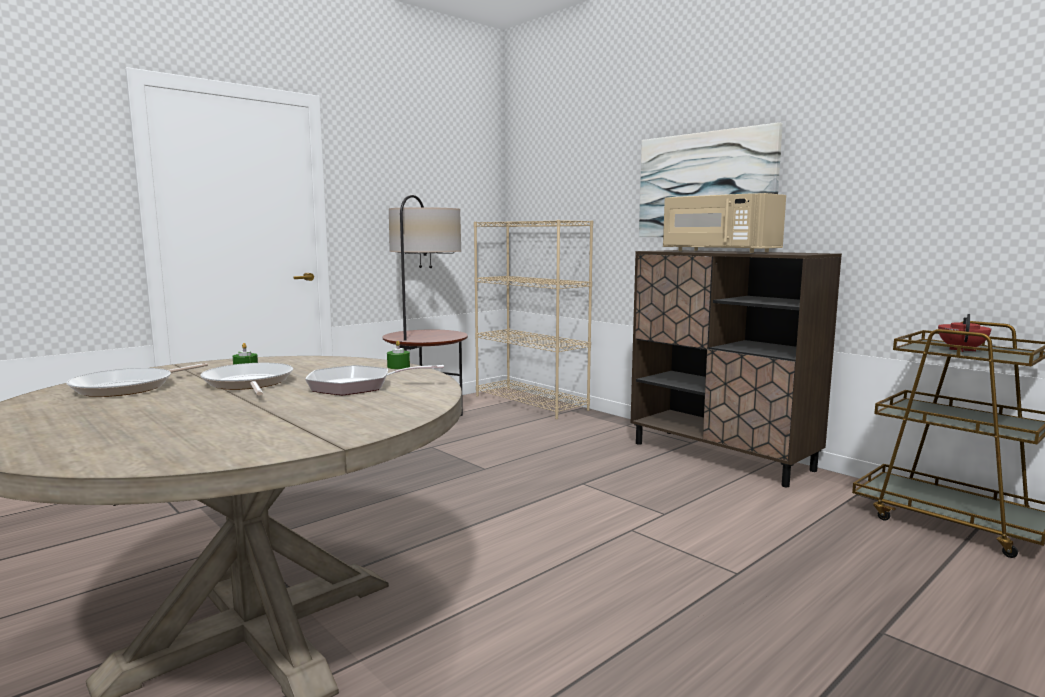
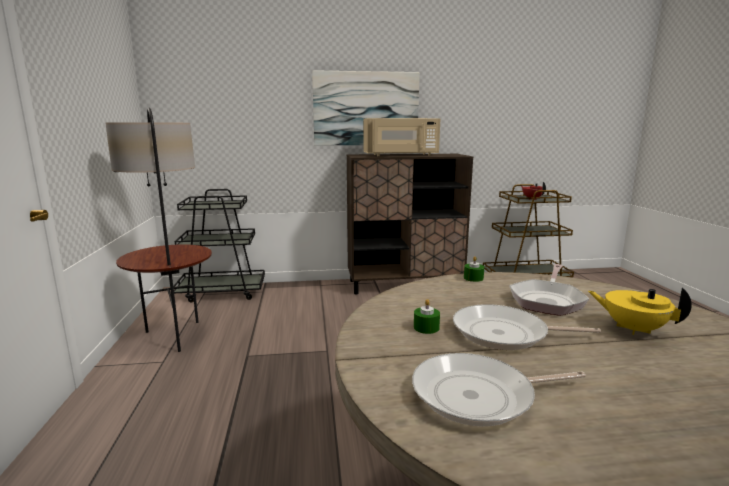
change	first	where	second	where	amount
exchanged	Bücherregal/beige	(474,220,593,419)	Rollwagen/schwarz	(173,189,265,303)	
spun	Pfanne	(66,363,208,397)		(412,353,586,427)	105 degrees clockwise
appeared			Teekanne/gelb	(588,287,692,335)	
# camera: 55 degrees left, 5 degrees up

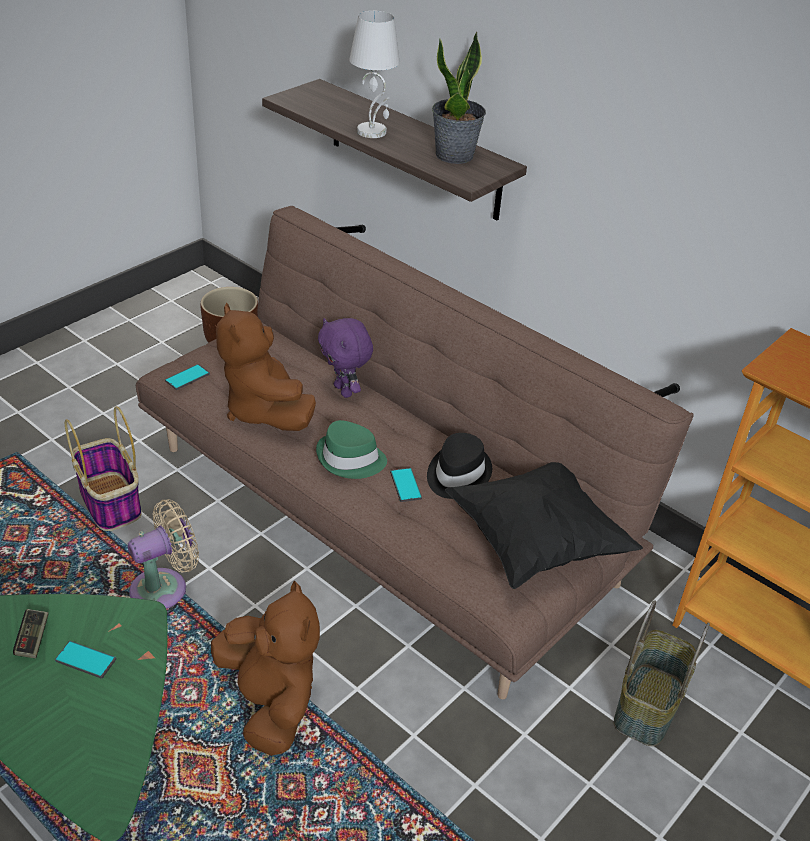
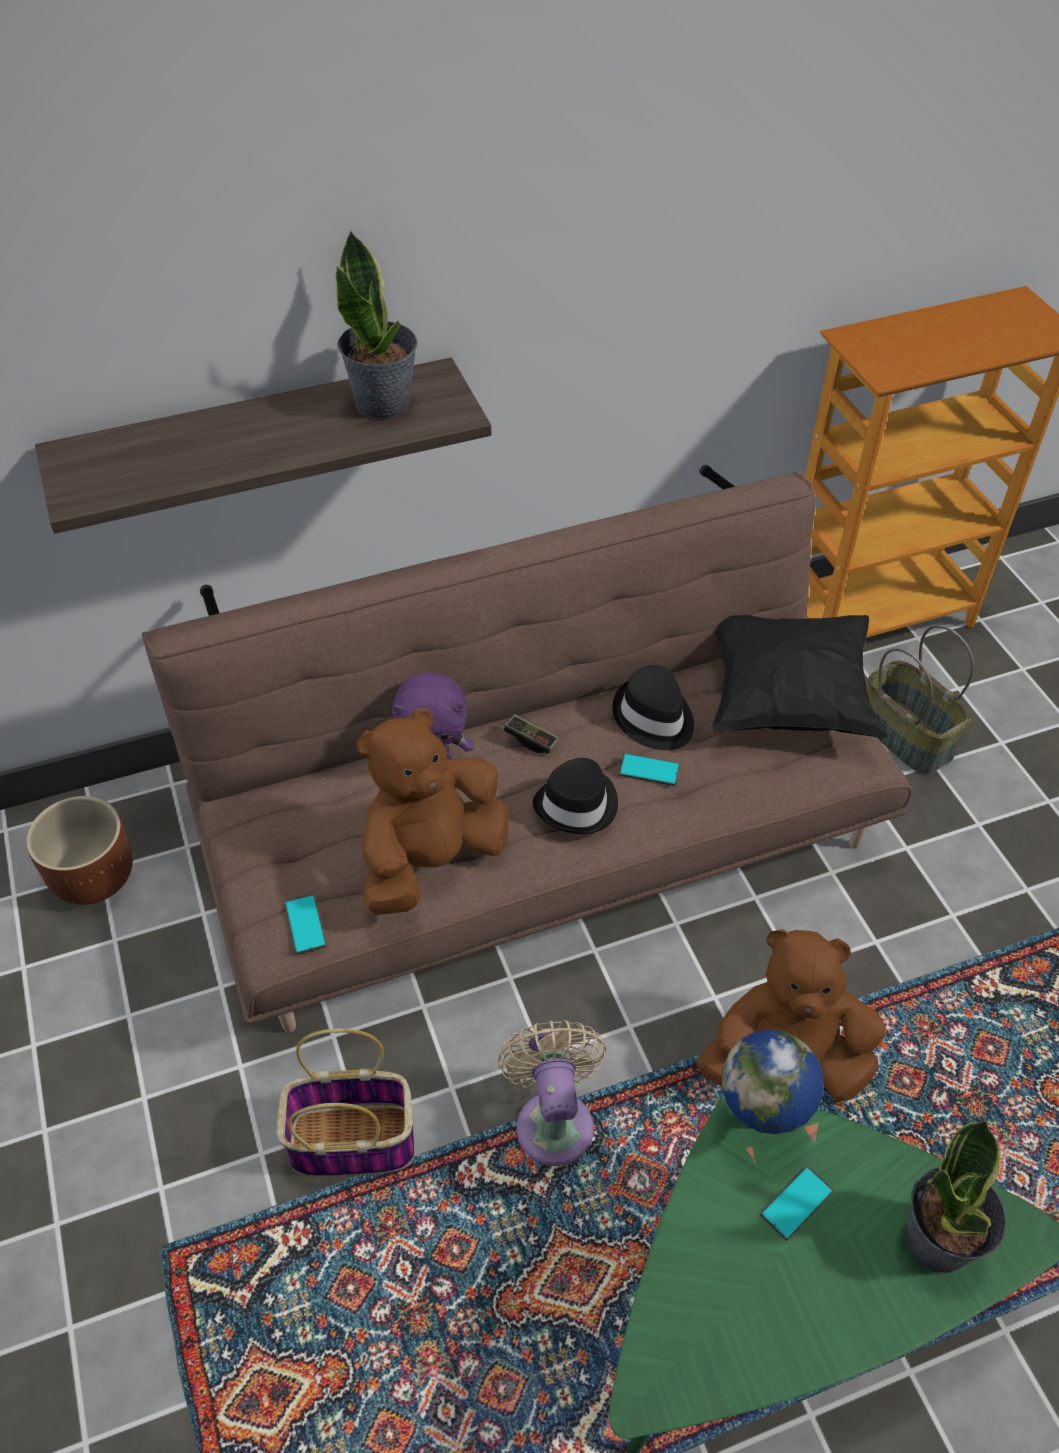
change	first	where	second	where	amount
missing	Tischlampe/weiß	(349,11,400,138)			
spun	Plüschtier/braun	(216,303,316,431)		(357,708,508,915)	135 degrees clockwise
colour	Hut/grün	(316,420,387,479)	Hut/schwarz	(533,758,618,834)	
relocated	Gamepad	(13,609,48,658)		(504,714,559,754)	
appeared			Globus	(722,1030,824,1134)	
appeared			Topfpflanze	(905,1120,1007,1273)	
# camera: 60 degrees left, 10 degrees up

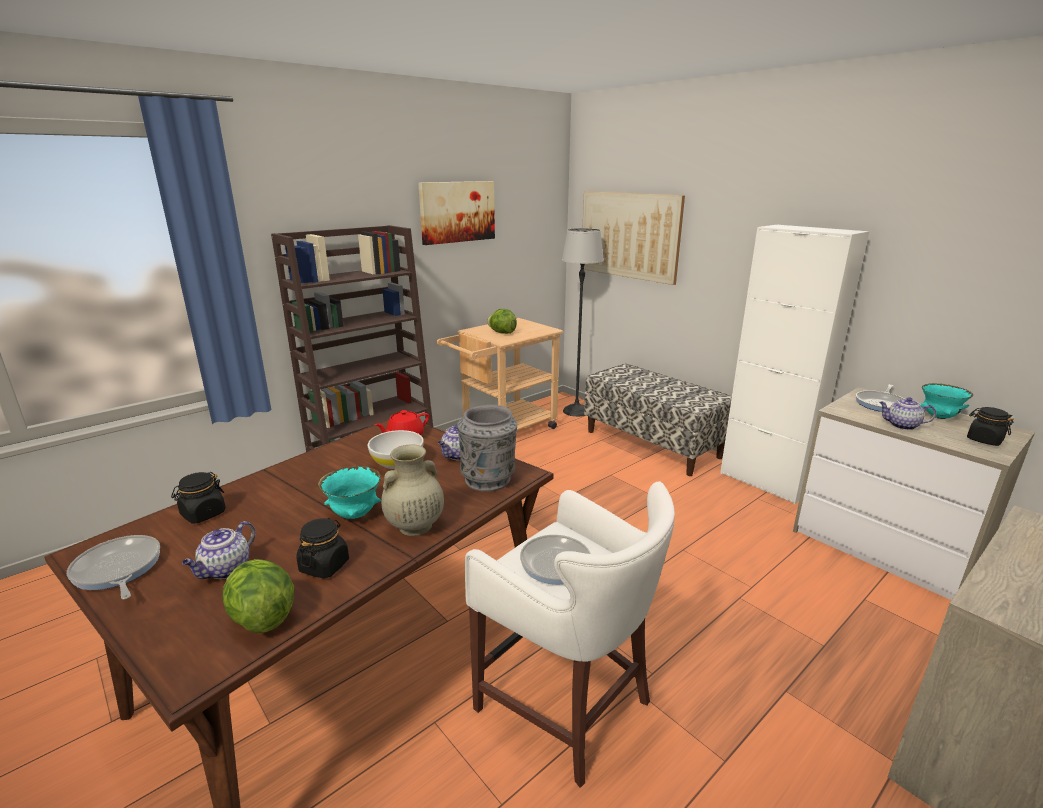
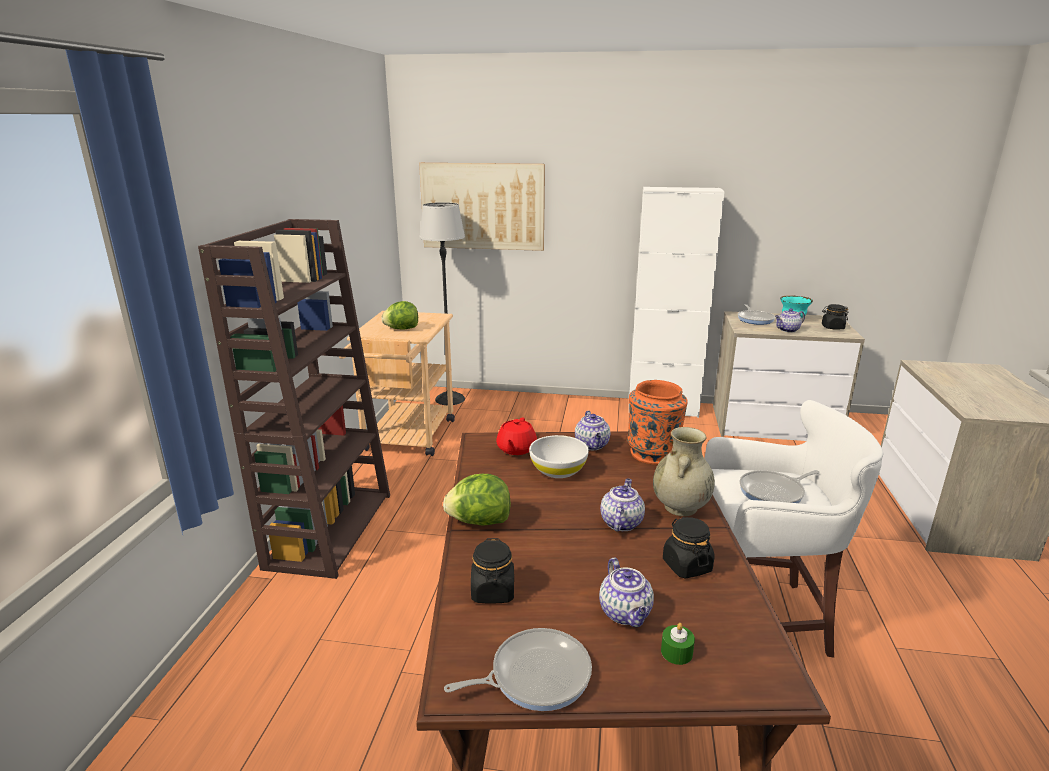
change	first	where	second	where	amount
missing	Bild	(418,181,495,245)			
missing	Bank	(584,364,732,476)			
colour	Vase/grau	(457,405,517,492)	Vase/orange	(627,380,688,465)	
exchanged	Schüssel/türkis	(318,466,381,519)	Teekanne	(600,478,645,531)	
spun	Pfanne	(67,535,160,600)		(444,628,592,711)	150 degrees clockwise
relocated	Salatkopf	(223,559,294,633)		(443,474,511,526)	
appeared			Kerze/grün	(661,623,695,665)	
# camera: 40 degrees left, 0 degrees up

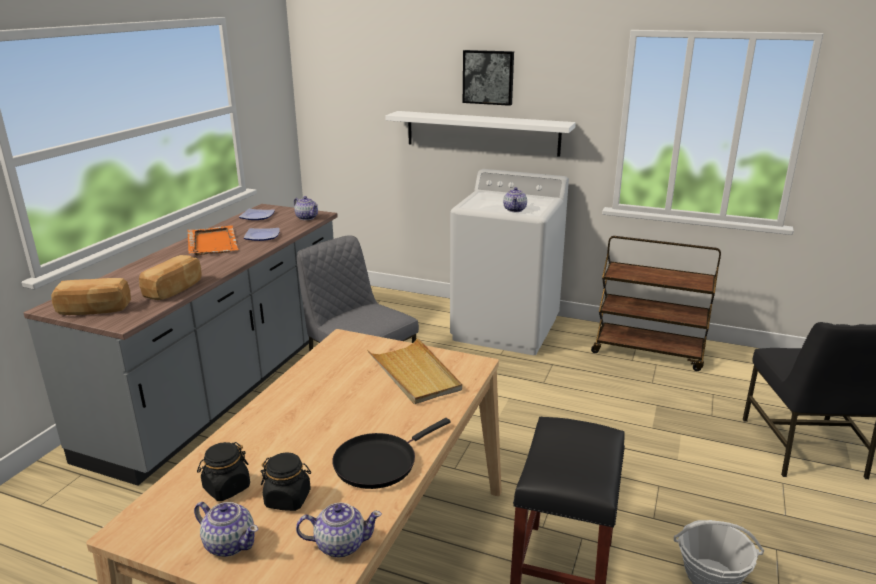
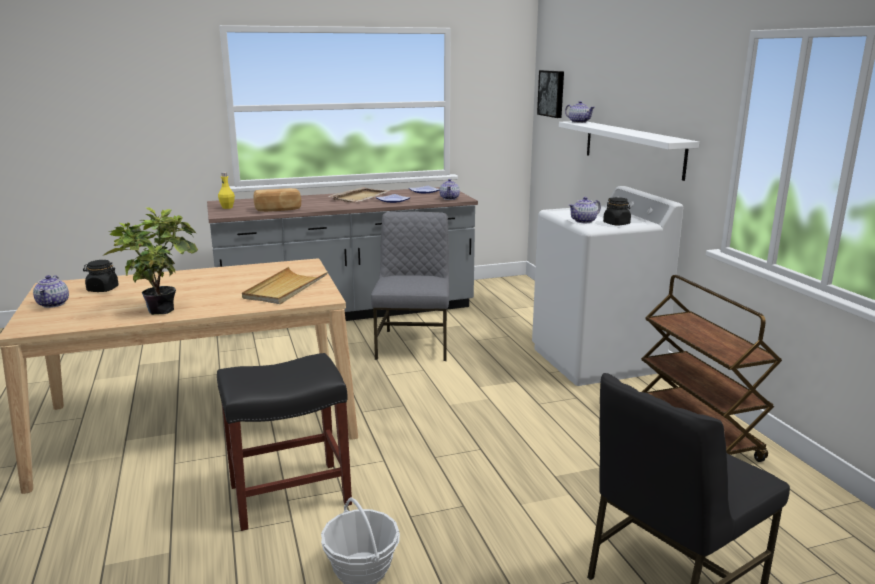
change	first	where	second	where	amount
relocated	Bild	(463,50,514,106)		(537,70,564,118)	
colour	Tablett/orange	(187,226,239,256)	Tablett/beige	(328,187,390,202)	
exchanged	Brot	(51,278,131,315)	Flasche/gelb	(218,172,235,209)	
exchanged	Pfanne/schwarz	(332,418,450,489)	Topfpflanze	(104,207,198,315)	
relocated	Vorratsglas/schwarz	(261,452,311,511)		(603,197,631,226)	
relocated	Teekanne	(296,503,382,558)		(565,101,595,123)	
# camera: 50 degrees right, 5 degrees down

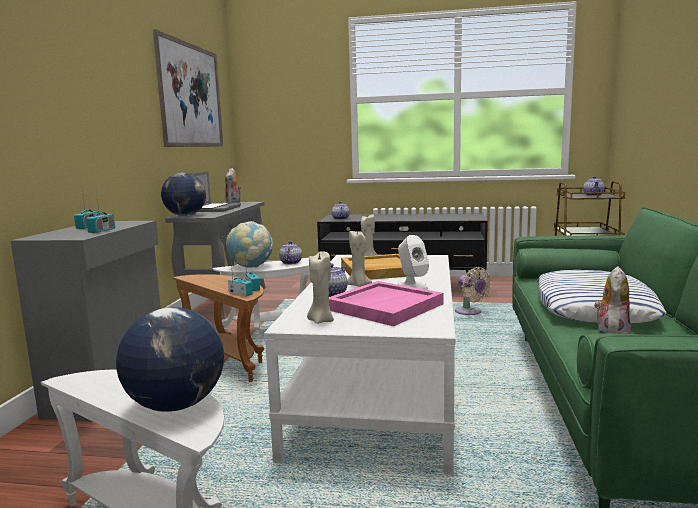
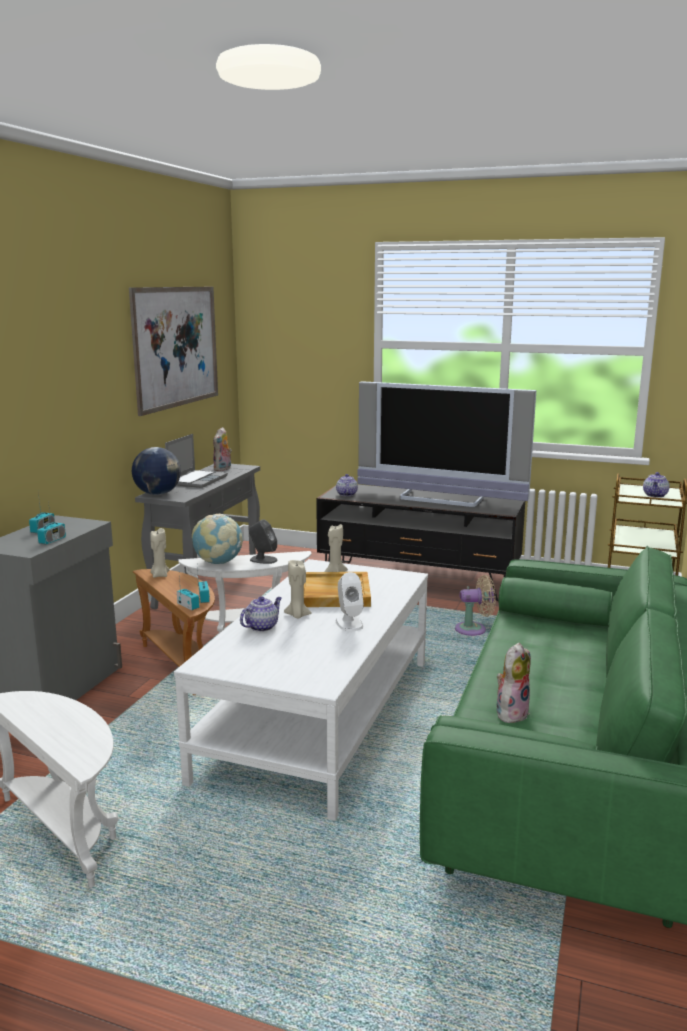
change	first	where	second	where	amount
exchanged	Teekanne	(279,241,302,265)	Lautsprecher/grau	(249,519,278,564)	
relocated	Kerze/beige	(307,251,334,324)		(150,528,170,578)	
spun	Ventilator/beige	(455,267,491,315)		(455,575,496,636)	75 degrees counterclockwise
missing	Kissen	(538,270,666,324)			
missing	Tablett/rosa	(329,281,444,326)			
missing	Globus	(116,307,224,412)			
appeared			Fernseher	(357,381,536,507)	
# camera: 10 degrees right, 5 degrees up

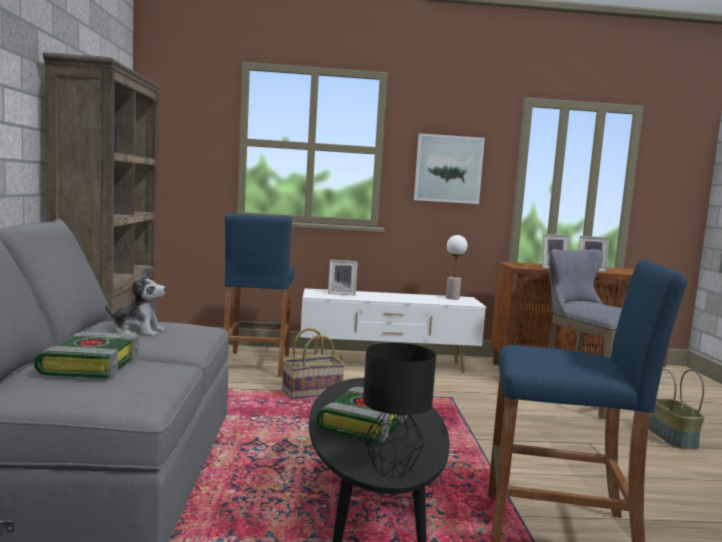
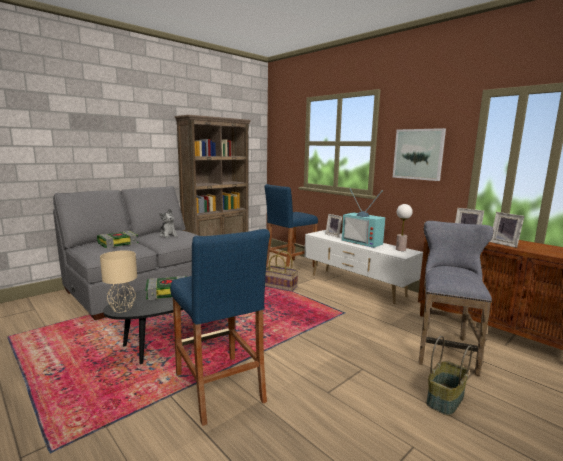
change	first	where	second	where	amount
colour	Tischlampe/schwarz	(363,343,436,478)	Tischlampe/beige	(100,250,137,312)	
appeared			Fernseher	(342,188,385,248)	
# camera: 50 degrees right, 5 degrees up

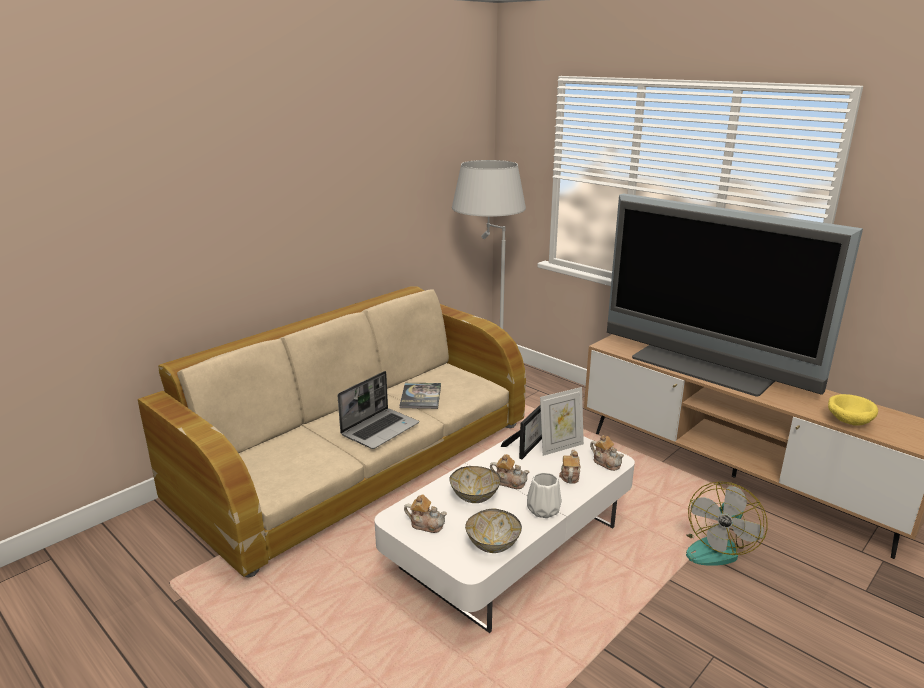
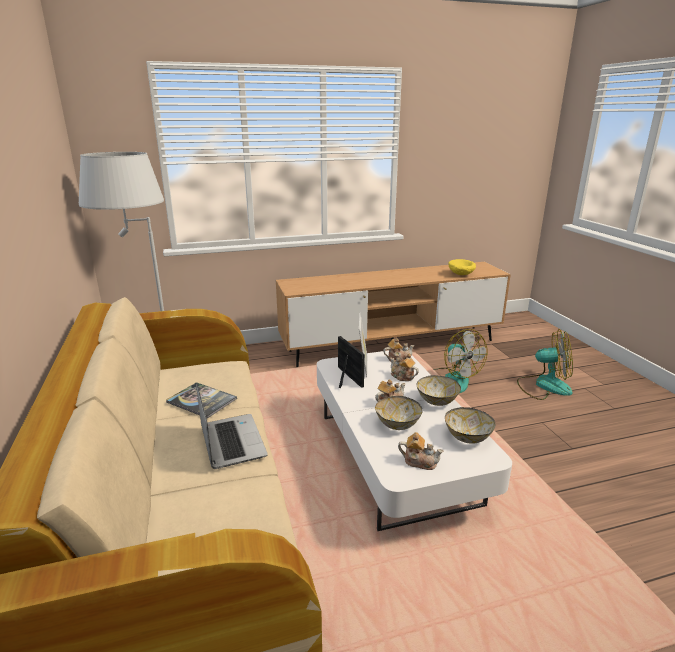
change	first	where	second	where	amount
missing	Fernseher	(607,193,863,397)			
exchanged	Vase/weiß	(527,472,562,518)	Schüssel	(417,375,461,406)	
spun	Teekanne	(404,494,447,533)		(398,432,444,470)	60 degrees clockwise
appeared			Ventilator	(517,329,573,400)	
# camera: 60 degrees left, 0 degrees up

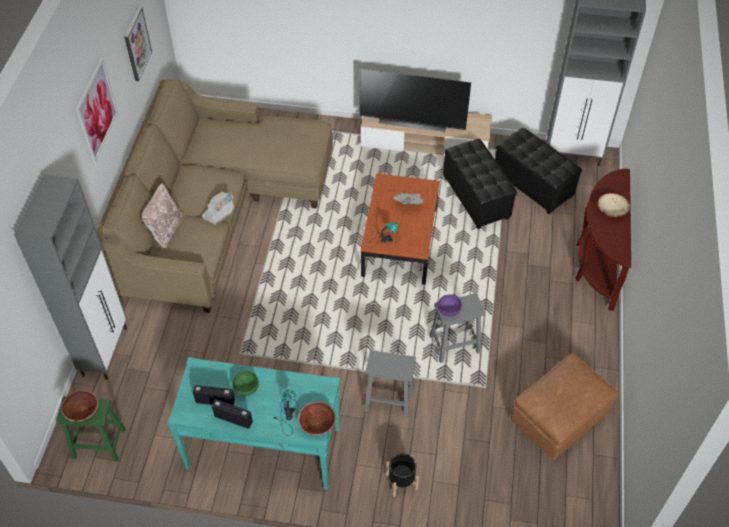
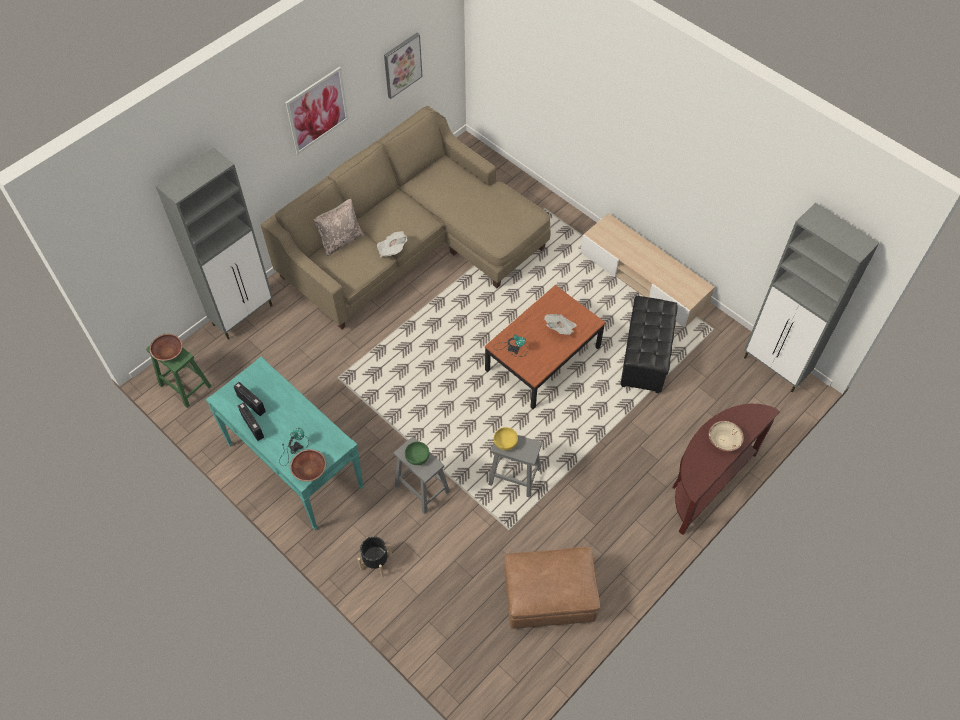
change	first	where	second	where	amount
missing	Fernseher	(360,68,471,132)			
missing	Polsterhocker/schwarz	(495,128,582,214)			
colour	Schüssel/lila	(438,294,462,317)	Schüssel/gelb	(494,427,518,450)	
relocated	Schüssel/grün	(232,371,259,396)		(405,441,430,465)	
# camera: 35 degrees right, 5 degrees up

